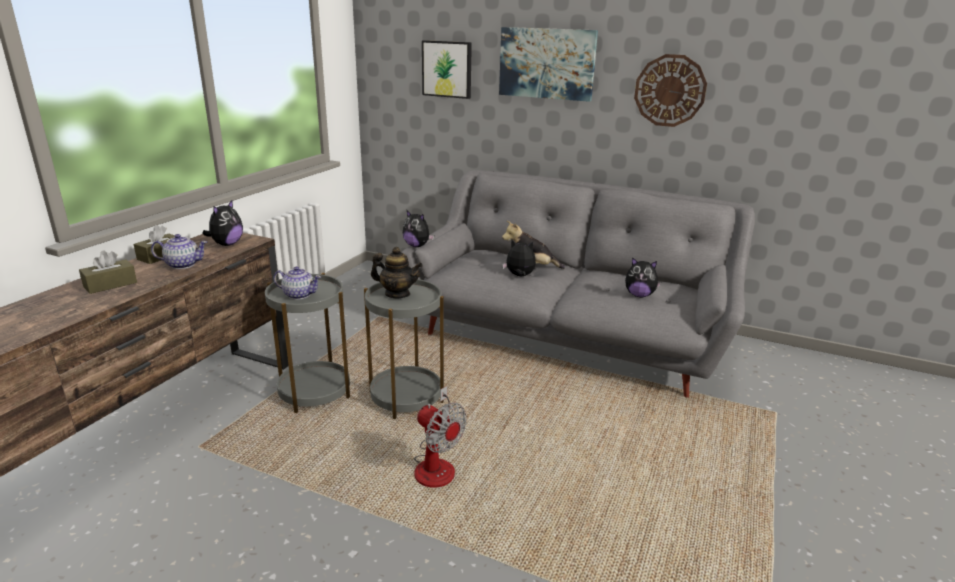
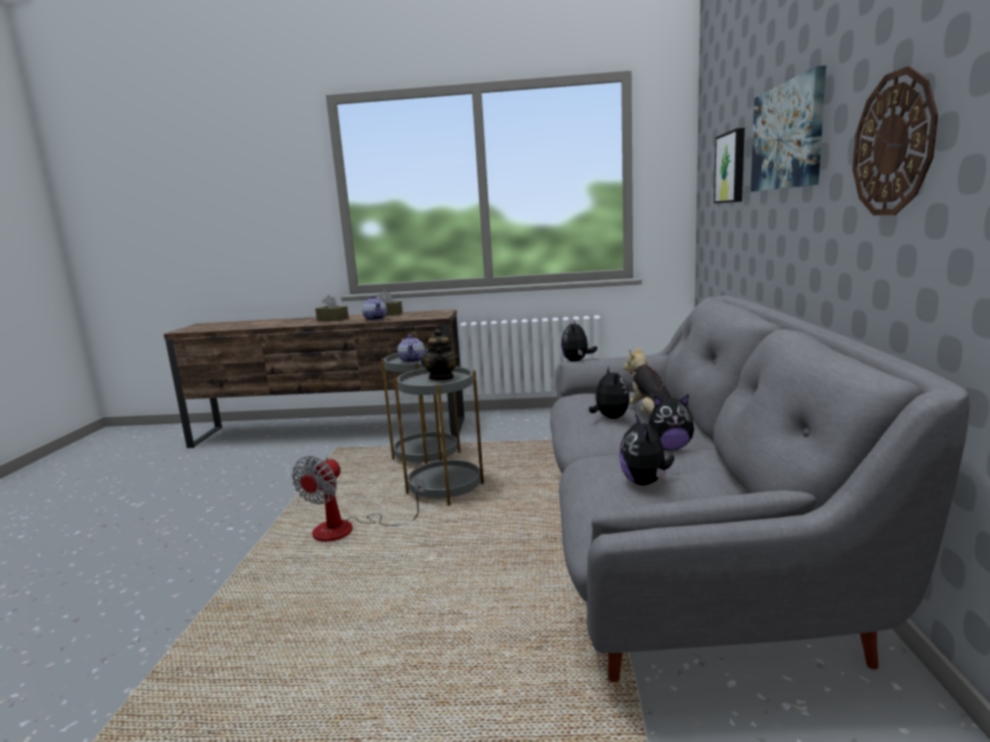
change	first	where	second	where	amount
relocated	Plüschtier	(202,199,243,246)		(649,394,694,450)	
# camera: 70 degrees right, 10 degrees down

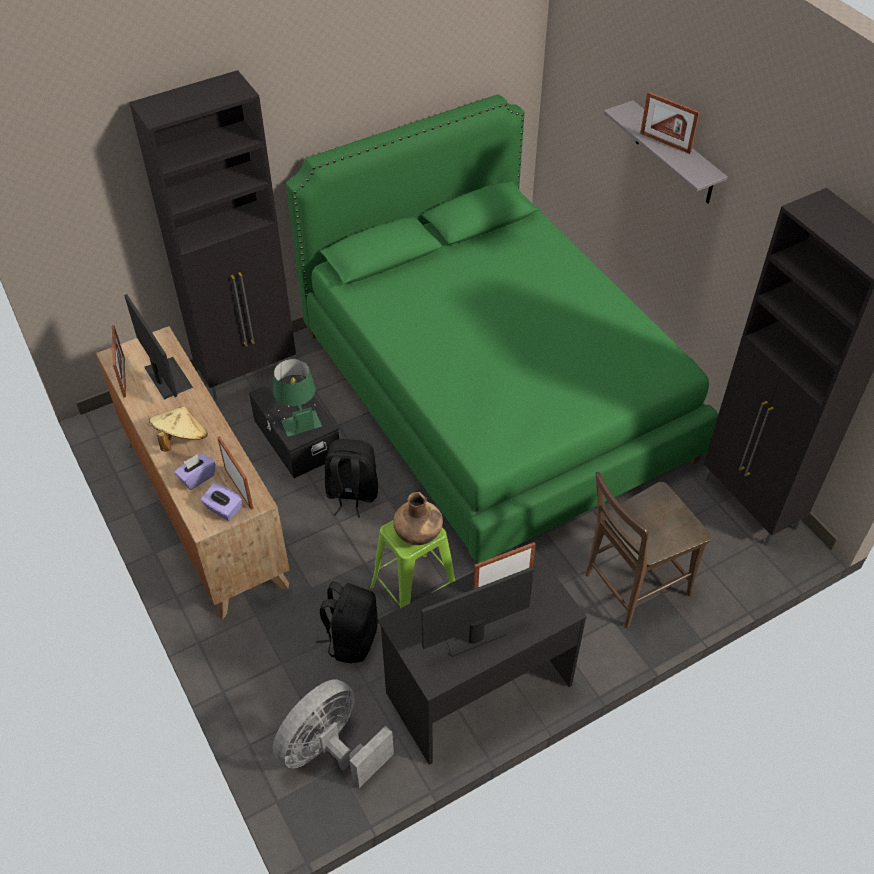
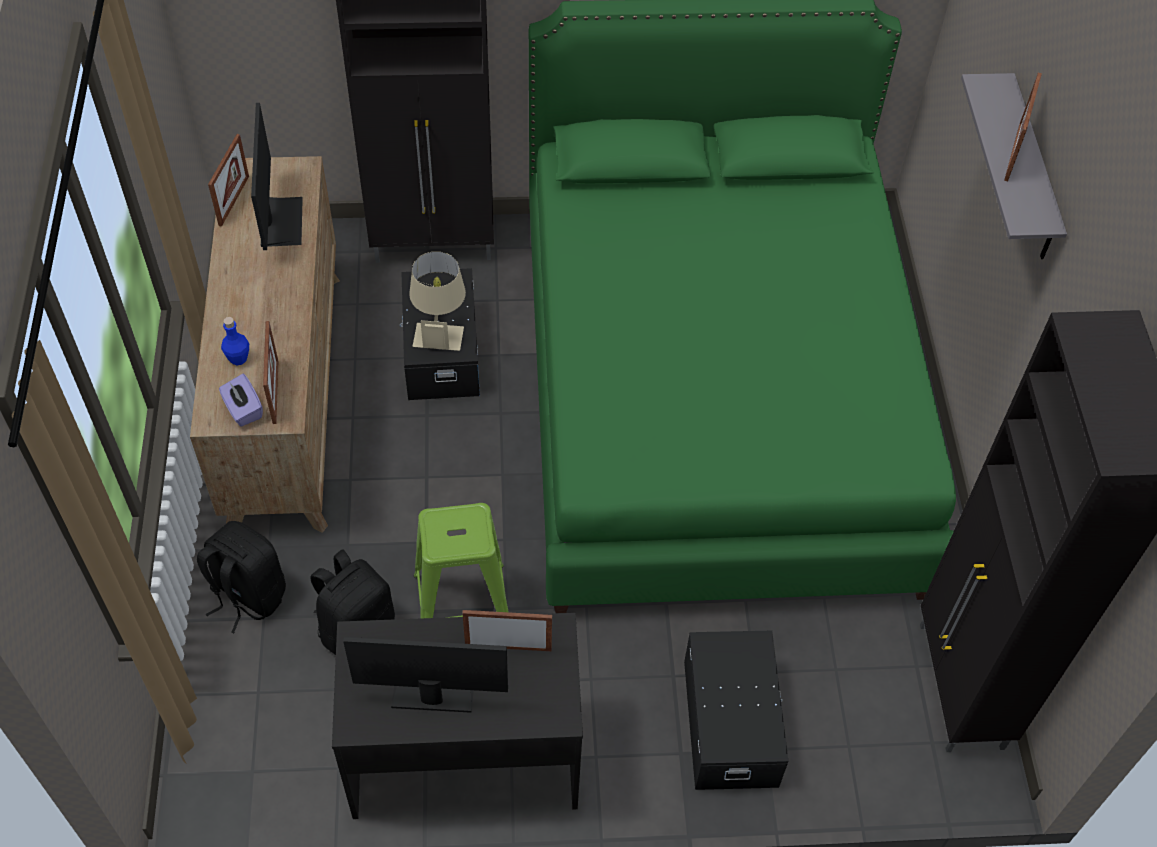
change	first	where	second	where	amount
spun	Bilderrahmen	(640,92,700,154)		(1004,73,1042,181)	45 degrees clockwise
colour	Tischlampe/grün	(273,359,322,437)	Tischlampe/beige	(409,251,466,351)	
missing	Hut/beige	(149,406,208,452)			
relocated	Rucksack/schwarz	(325,439,378,518)		(197,521,286,633)	
exchanged	Taschentuchbox/lila	(174,454,215,490)	Flasche/blau	(221,317,249,365)	
exchanged	Stuhl/braun	(586,472,711,628)	Aufbewahrungsbox/schwarz	(684,631,788,790)	
missing	Vase/braun	(393,492,443,545)			
missing	Ventilator/grau	(273,679,394,788)			
# camera: 25 degrees right, 5 degrees up

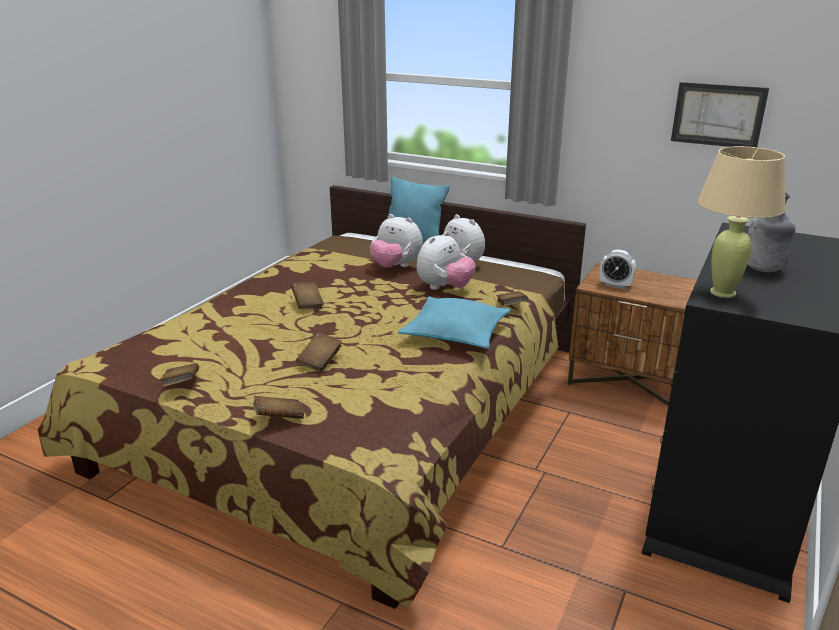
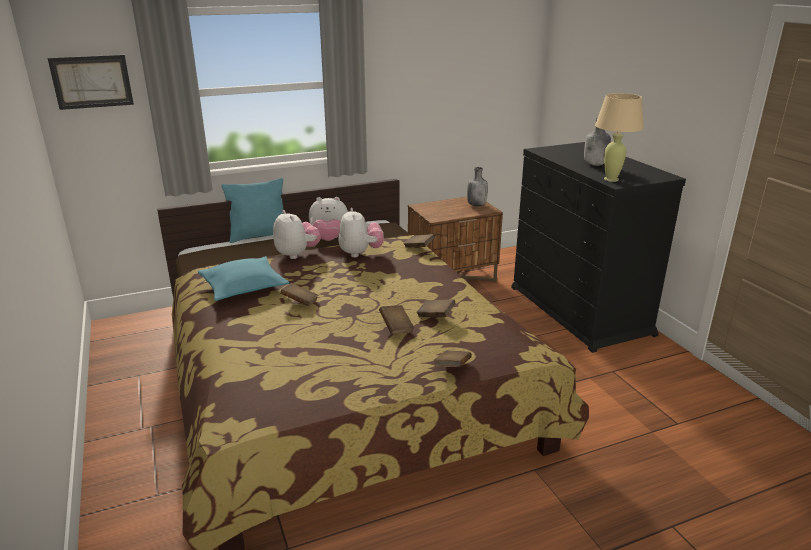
change	first	where	second	where	amount
relocated	Bild	(671,82,769,147)		(48,55,134,110)	
spun	Plüschtier	(370,214,423,268)		(273,210,321,259)	105 degrees counterclockwise
missing	Wecker	(600,250,636,289)			
relocated	Kissen/türkis	(398,296,511,349)		(198,256,289,301)	
relocated	Buch/braun	(160,363,199,387)		(416,299,455,317)	
appeared			Flasche/grau	(467,167,488,206)	
# camera: 50 degrees left, 0 degrees up

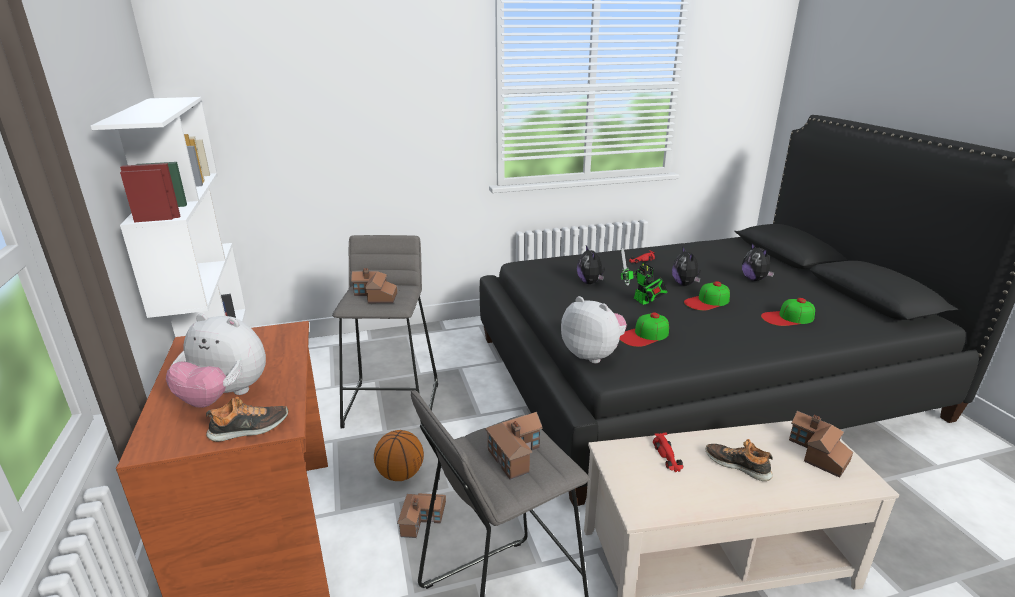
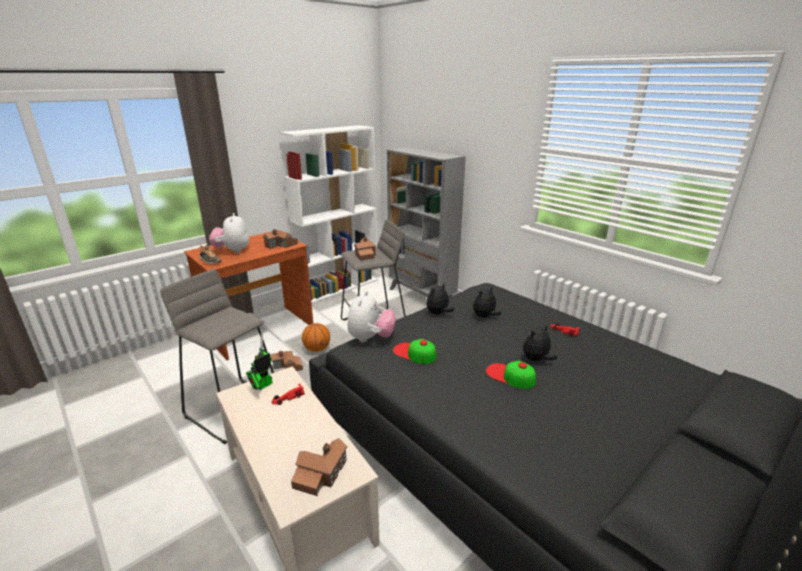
change	first	where	second	where	amount
relocated	Plüschtier	(742,243,775,281)		(426,282,454,314)	
relocated	Spielzeugroboter	(621,248,668,305)		(246,330,273,390)	
missing	Kappe	(761,298,815,326)			
relocated	Spielzeughaus	(485,412,543,480)		(263,229,298,249)	
missing	Schuh	(705,439,773,481)			
appeared			Bücherregal/grau	(387,147,466,298)	
# camera: 65 degrees right, 0 degrees up

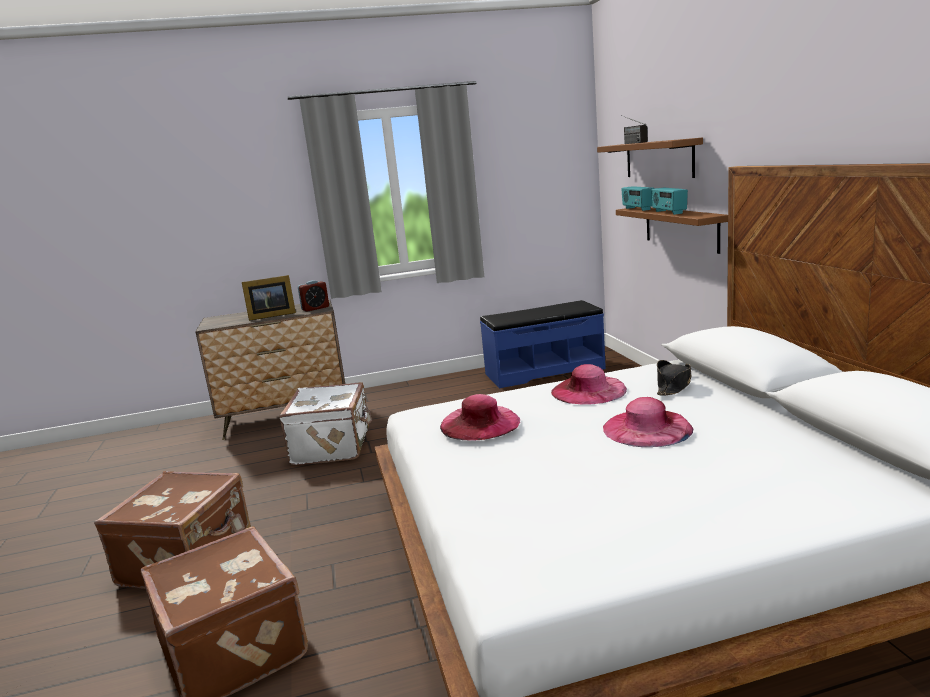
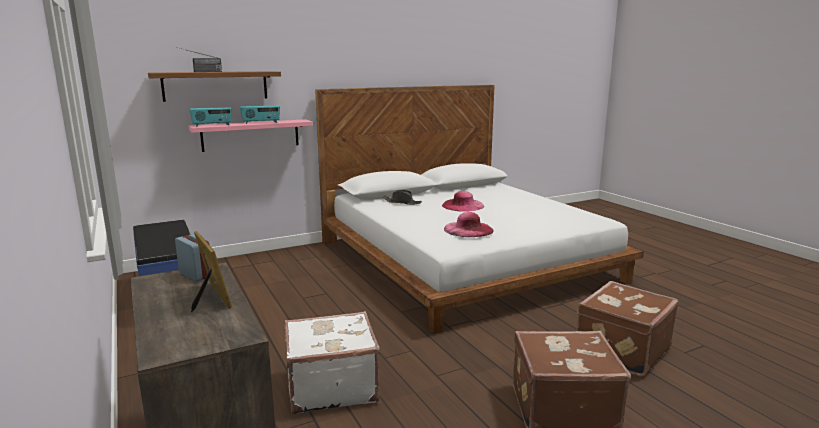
change	first	where	second	where	amount
colour	Wandregal/braun	(616,207,728,254)	Wandregal/rosa	(188,119,313,152)	
missing	Hut/rosa	(551,364,627,404)			
# camera: 105 degrees left, 0 degrees up

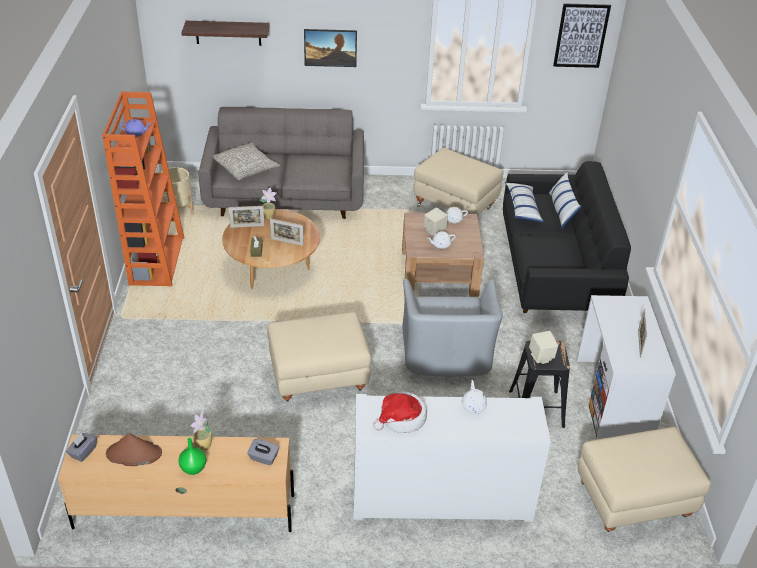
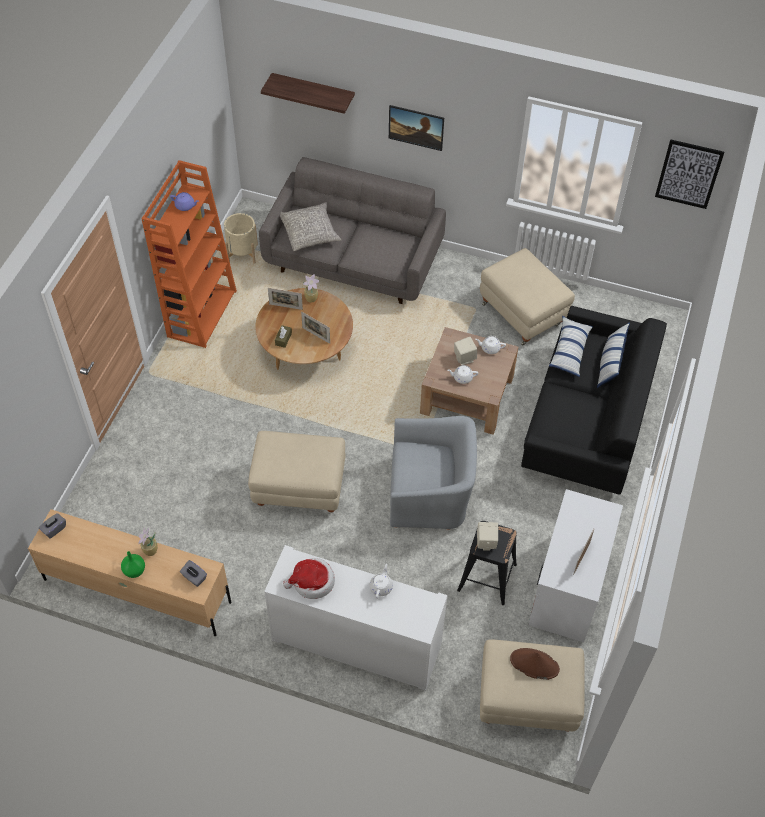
change	first	where	second	where	amount
spun	Sessel/grau	(402,279,503,376)		(390,416,477,530)	105 degrees counterclockwise
relocated	Hut/braun	(106,433,162,466)		(510,648,560,680)	
# camera: 20 degrees right, 15 degrees up

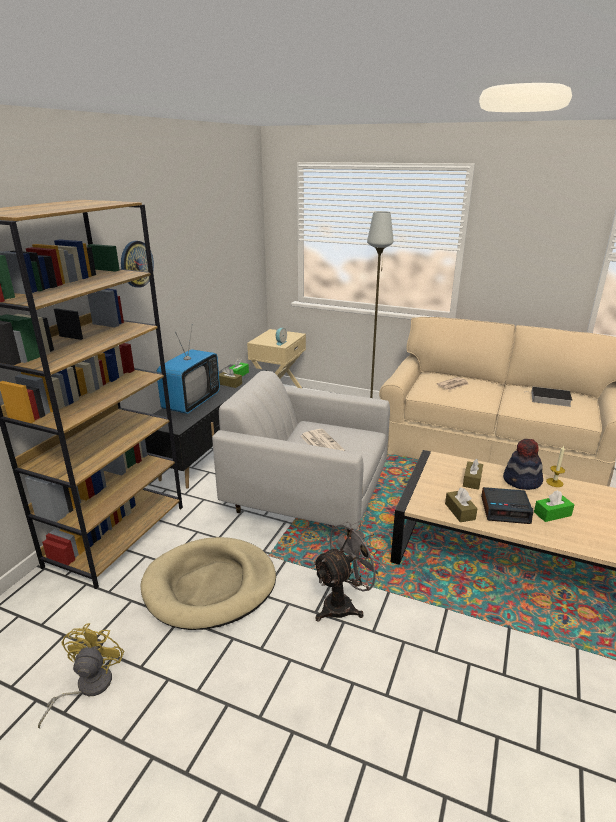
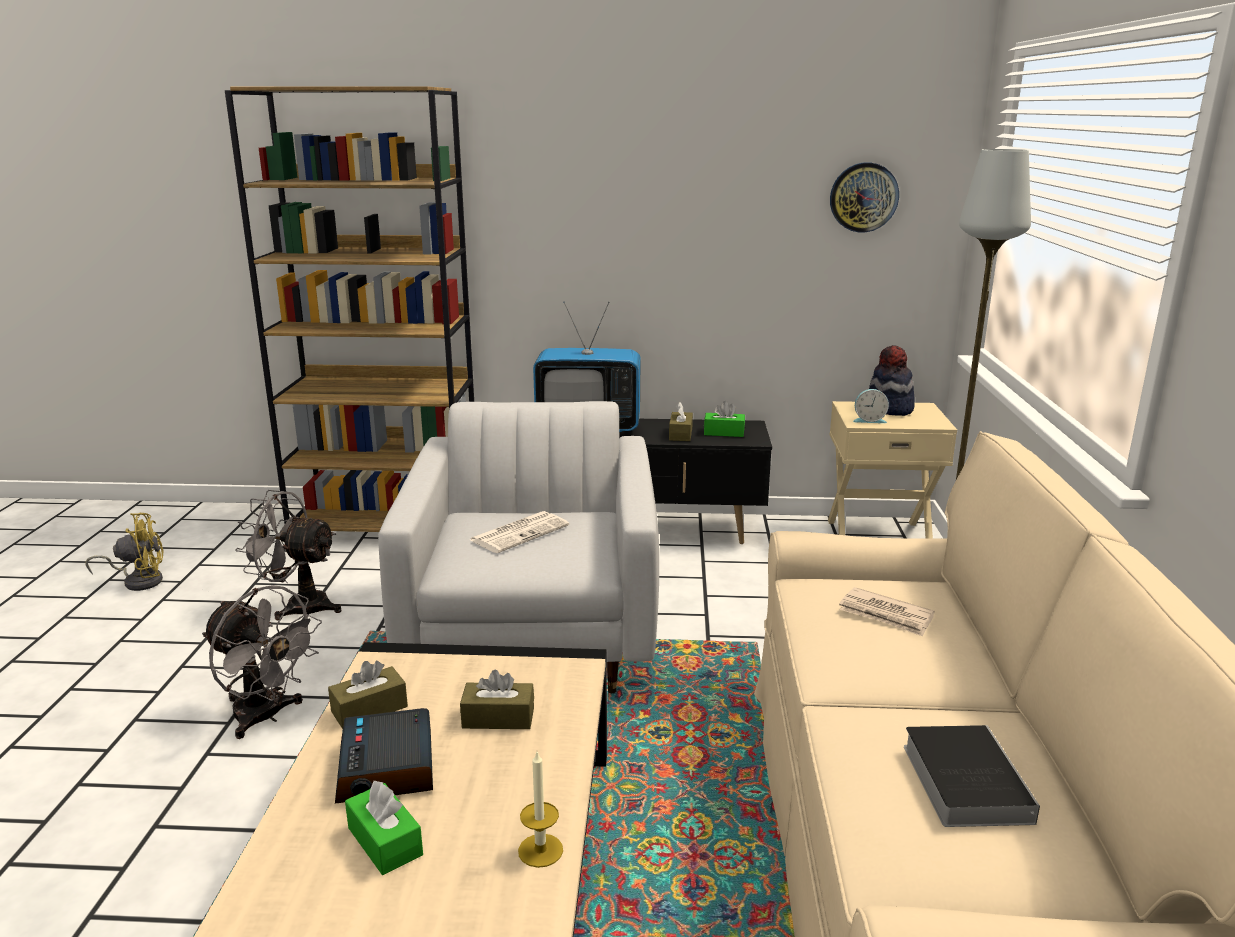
change	first	where	second	where	amount
relocated	Wanduhr	(121,241,154,287)		(830,162,899,232)	
relocated	Hut	(503,439,543,490)		(869,345,915,416)	
exchanged	Hundebett/beige	(140,537,276,630)	Ventilator/grau	(235,490,341,620)	
# camera: 70 degrees right, 5 degrees down

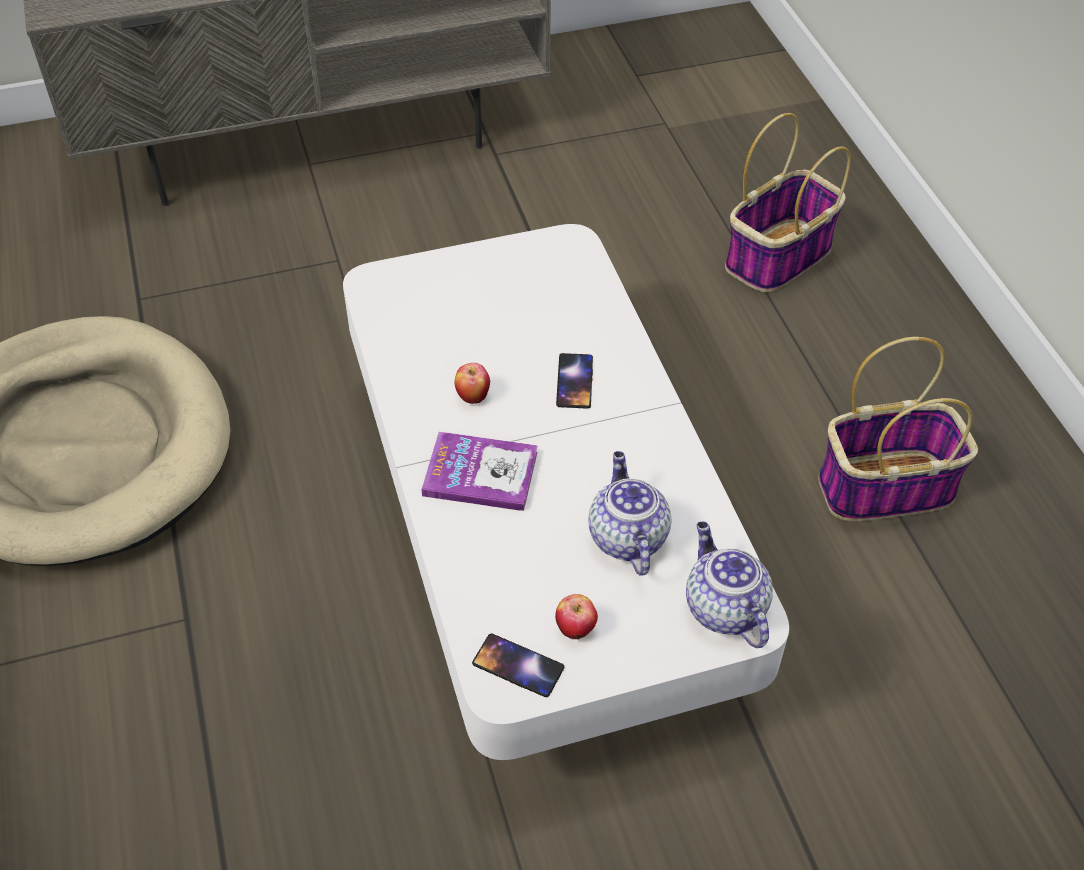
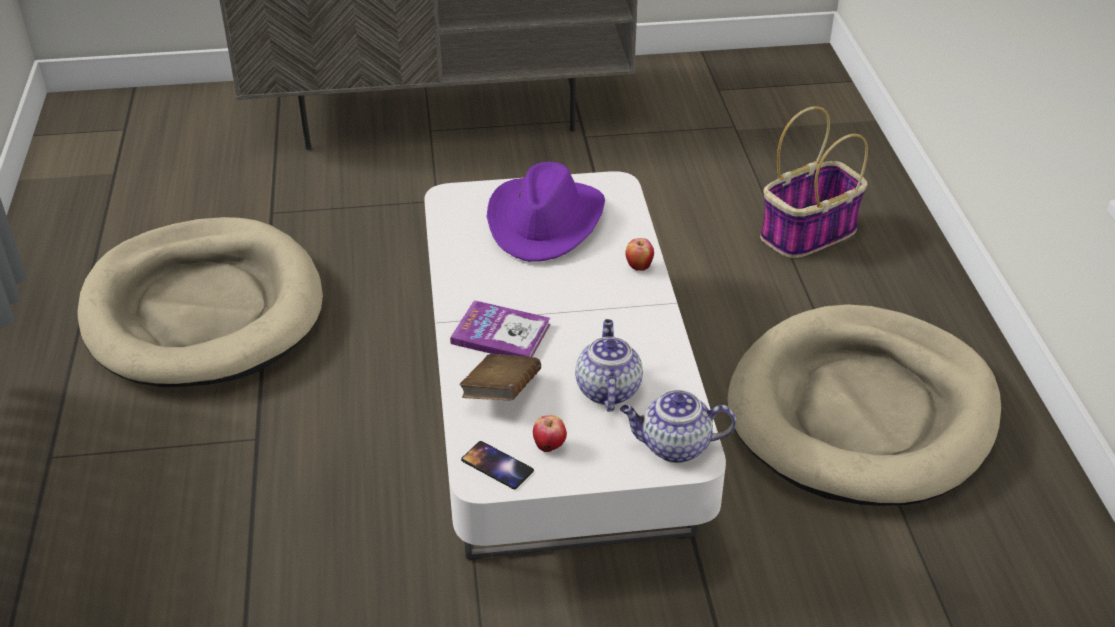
change	first	where	second	where	amount
exchanged	Korb	(818,337,978,521)	Hundebett/beige	(727,304,1001,506)	
missing	Handy	(556,353,593,409)			
relocated	Apfel	(455,363,490,404)		(626,238,654,271)	
spun	Teekanne	(686,521,773,648)		(620,390,736,463)	75 degrees counterclockwise
appeared			Hut/lila	(487,162,605,262)	
appeared			Buch/braun	(460,354,541,400)	
# camera: 10 degrees right, 10 degrees down

